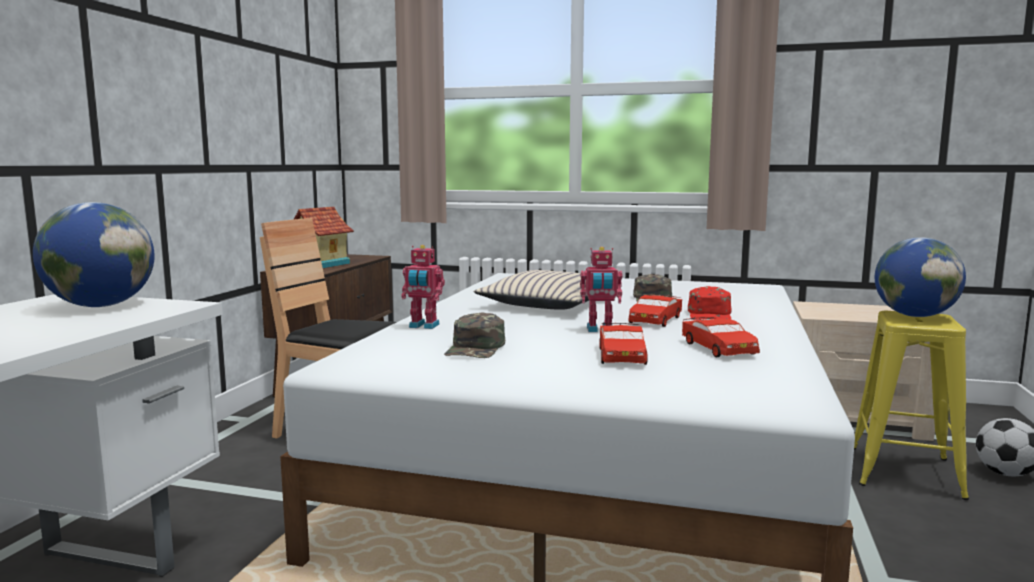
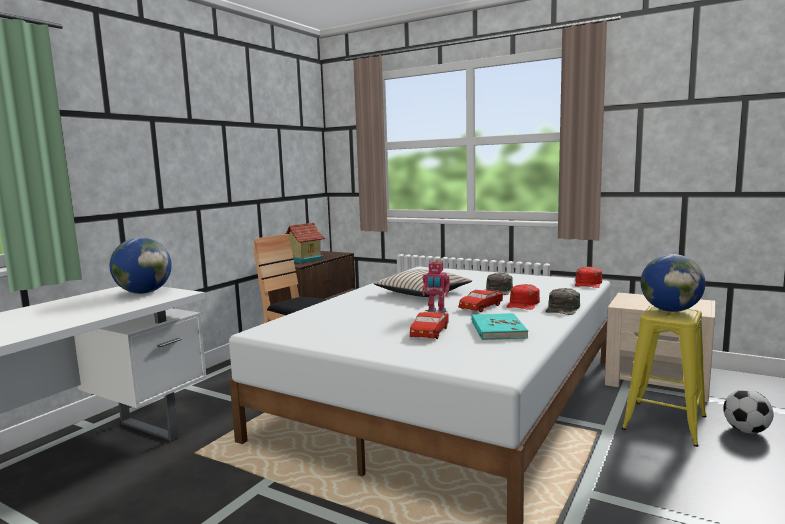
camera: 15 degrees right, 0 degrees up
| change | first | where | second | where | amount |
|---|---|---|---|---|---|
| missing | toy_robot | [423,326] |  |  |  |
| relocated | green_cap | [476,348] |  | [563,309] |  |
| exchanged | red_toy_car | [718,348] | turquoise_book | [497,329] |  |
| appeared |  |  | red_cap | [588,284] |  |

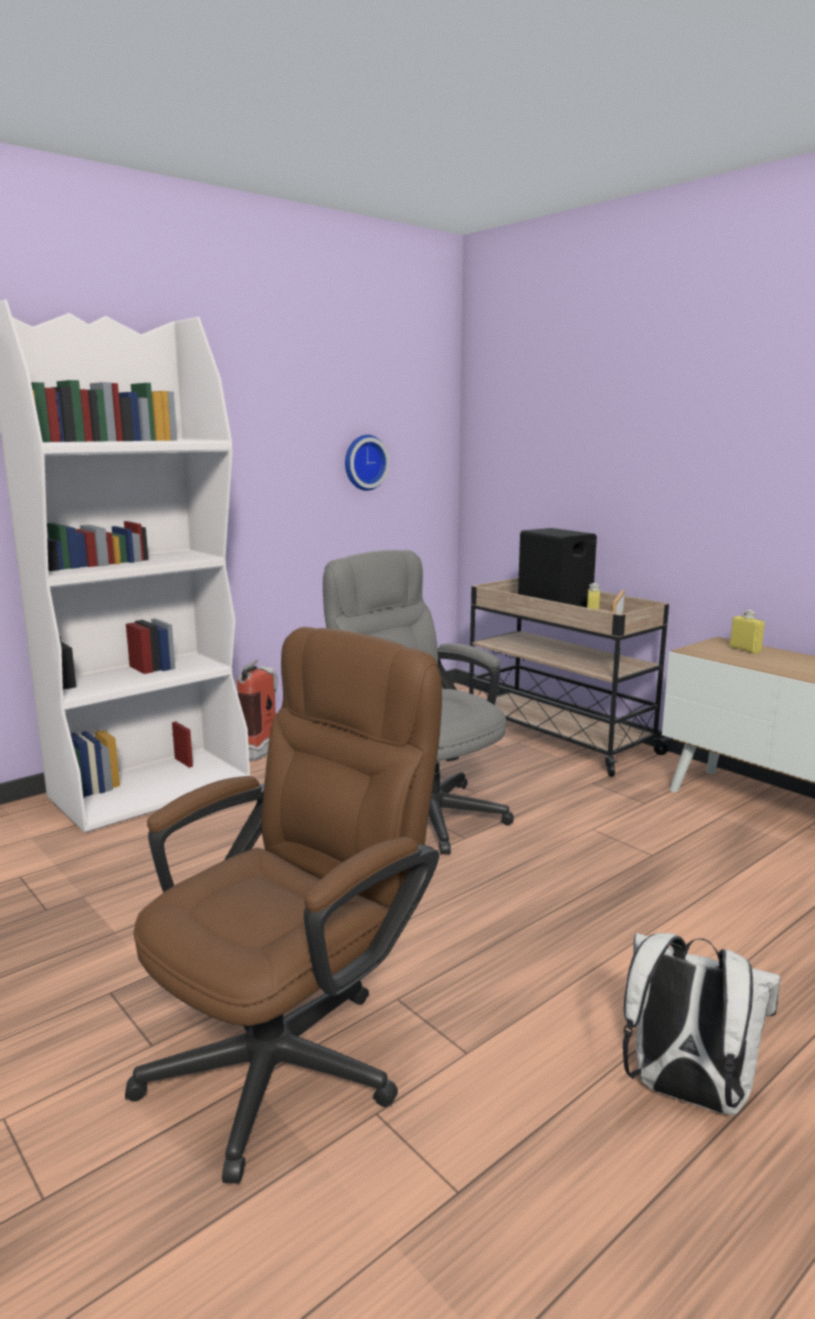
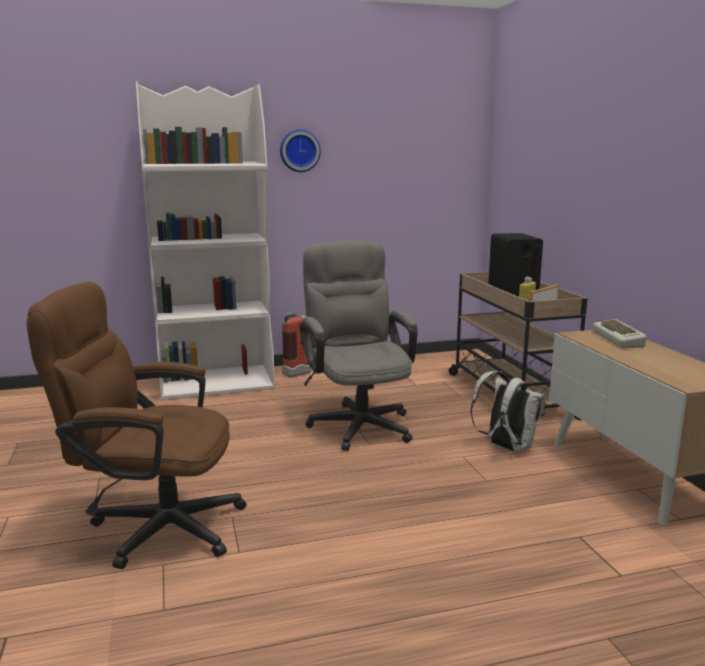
camera: 25 degrees right, 0 degrees up
| change | first | where | second | where | amount |
|---|---|---|---|---|---|
| spun | brown_office_chair | [293,1052] |  | [154,526] | 150 degrees counterclockwise |
| relocated | wall_clock | [364,462] |  | [299,151] |  |
| relocated | white_backpack | [685,1093] |  | [506,447] |  |
| exchanged | yellow_bottle | [745,650] | keyboard | [619,339] |  |

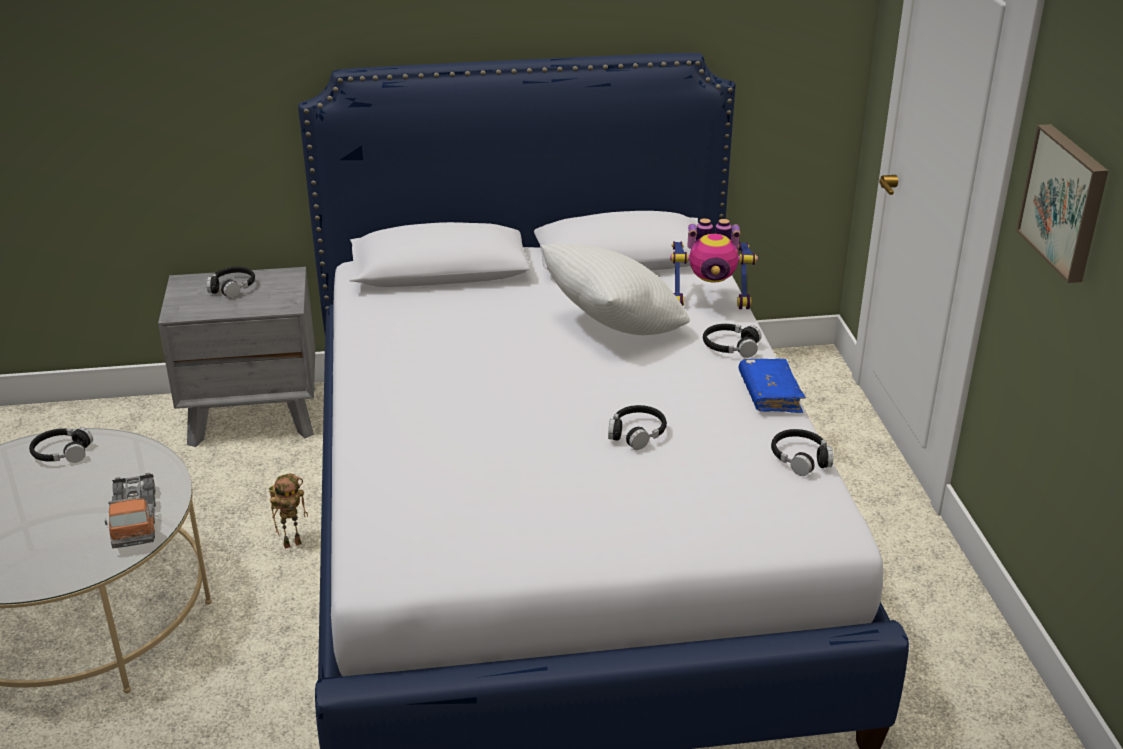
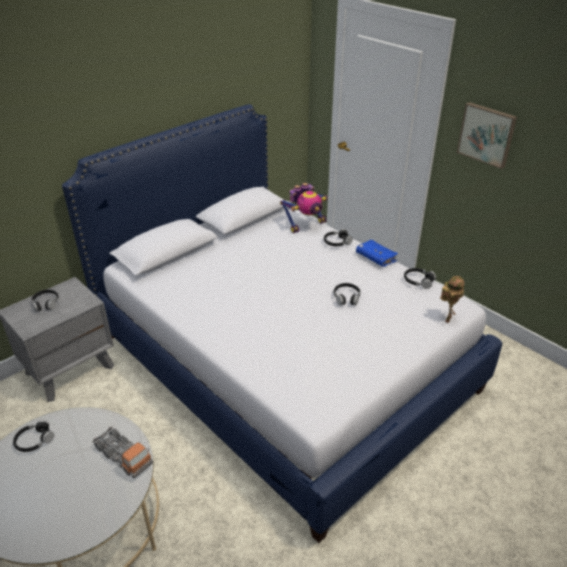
camera: 35 degrees left, 5 degrees up
| change | first | where | second | where | amount |
|---|---|---|---|---|---|
| relocated | toy_robot | [293,542] |  | [447,318] |  |
| missing | white_pillow | [613,328] |  |  |  |

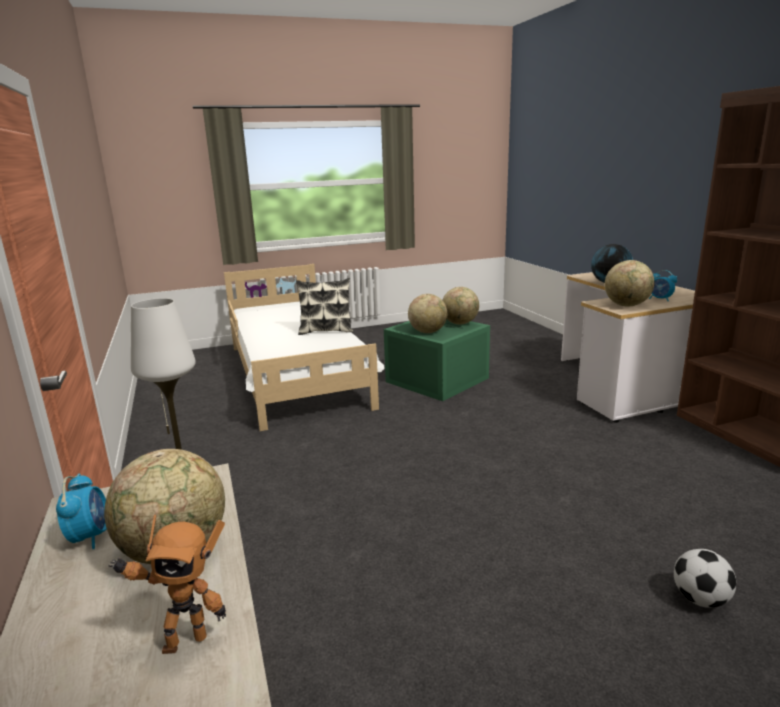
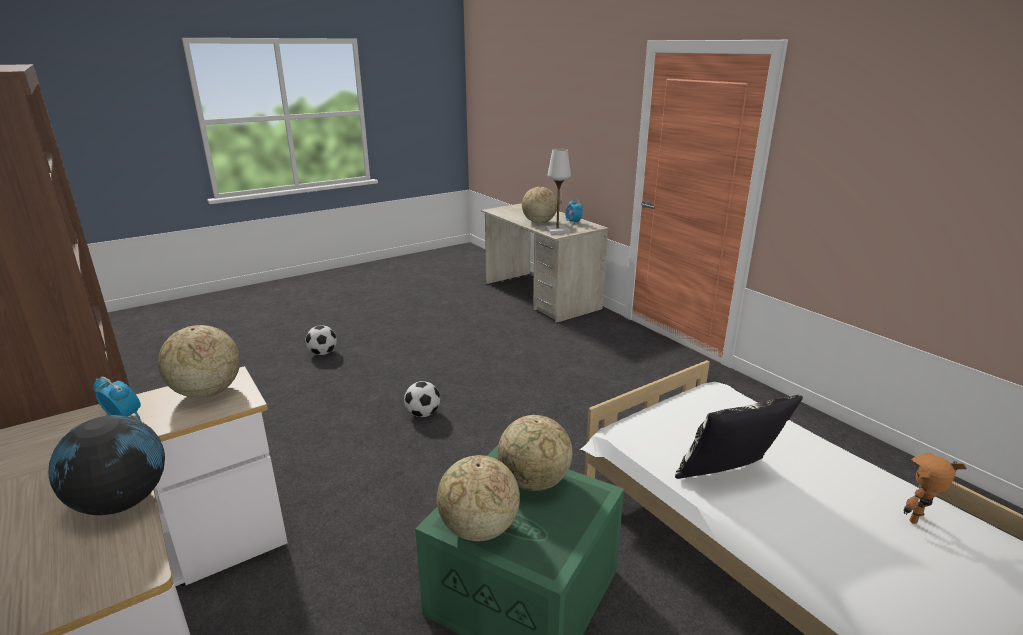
camera: 165 degrees right, 5 degrees up
| change | first | where | second | where | amount |
|---|---|---|---|---|---|
| relocated | toy_robot | [184,640] |  | [920,520] |  |
| appeared |  |  | football | [423,414] |  |

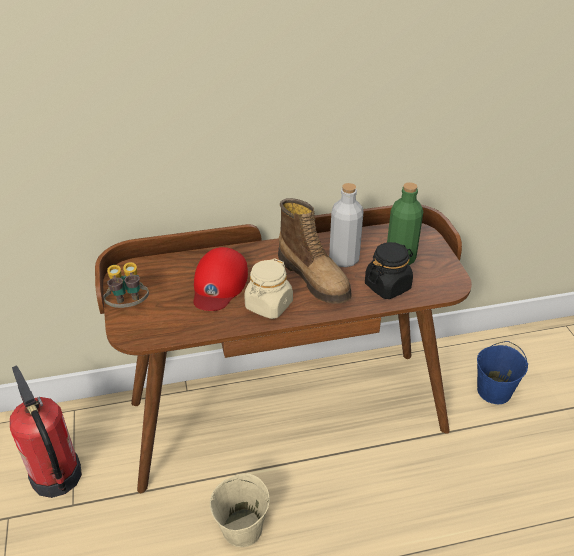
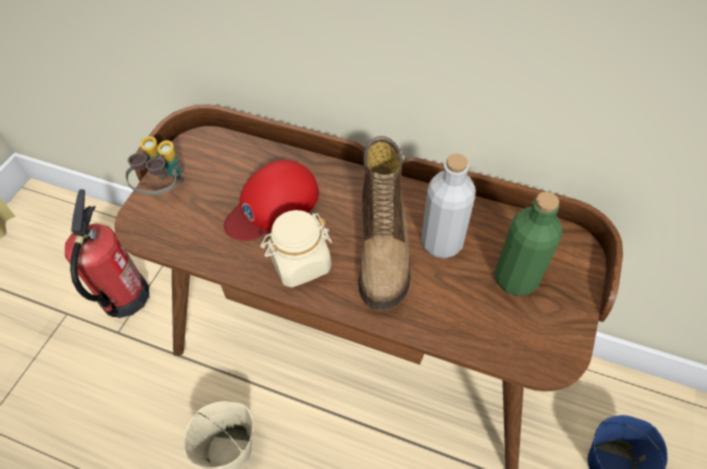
camera: 35 degrees right, 15 degrees up
| change | first | where | second | where | amount |
|---|---|---|---|---|---|
| missing | black_jar | [387,286] |  |  |  |

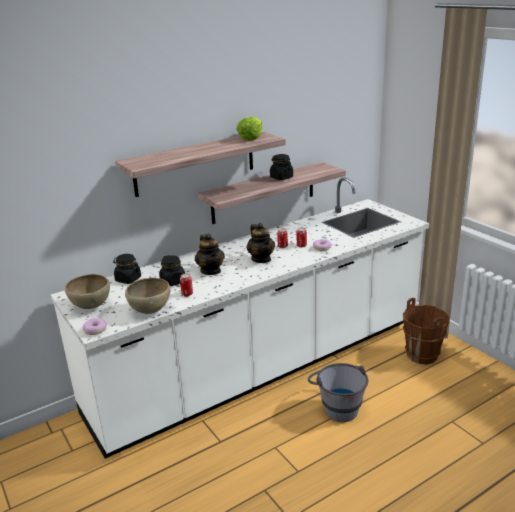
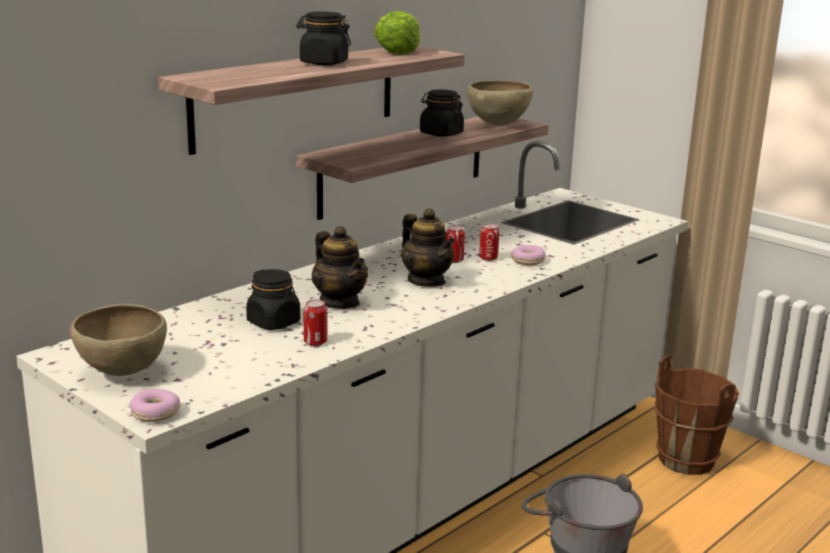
camera: 15 degrees left, 5 degrees down
| change | first | where | second | where | amount |
|---|---|---|---|---|---|
| relocated | black_jar | [128,279] |  | [323,63] |  |
| relocated | brown_bowl | [150,311] |  | [498,125] |  |

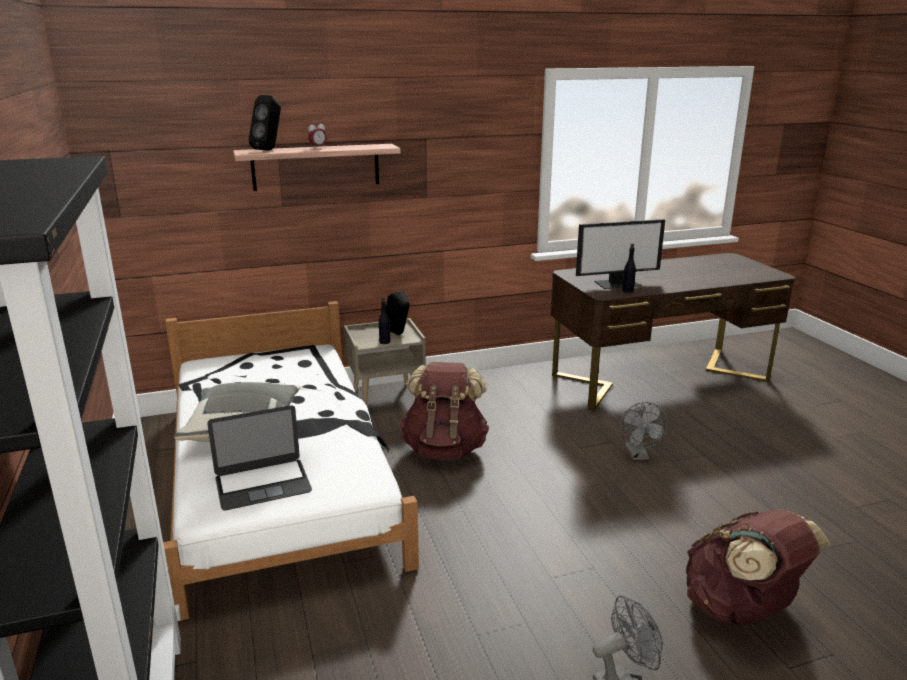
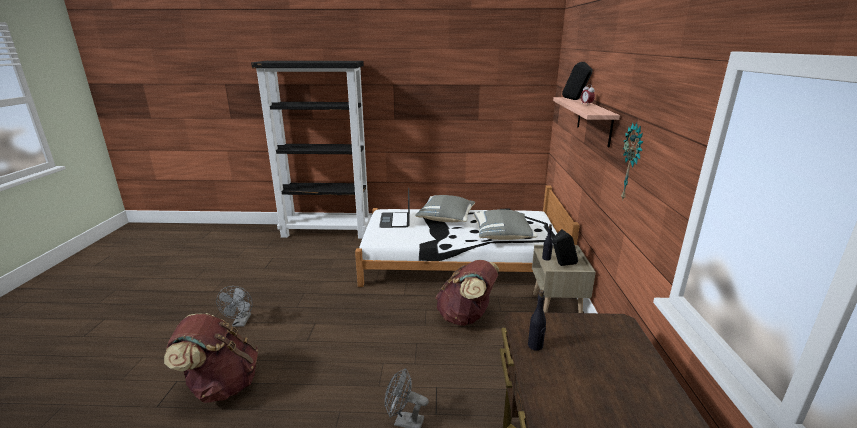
camera: 110 degrees right, 0 degrees up
| change | first | where | second | where | amount |
|---|---|---|---|---|---|
| missing | monitor | [617,283] |  |  |  |
| appeared |  |  | grey_pillow | [502,236] |  |
| appeared |  |  | wall_clock | [633,163] |  |

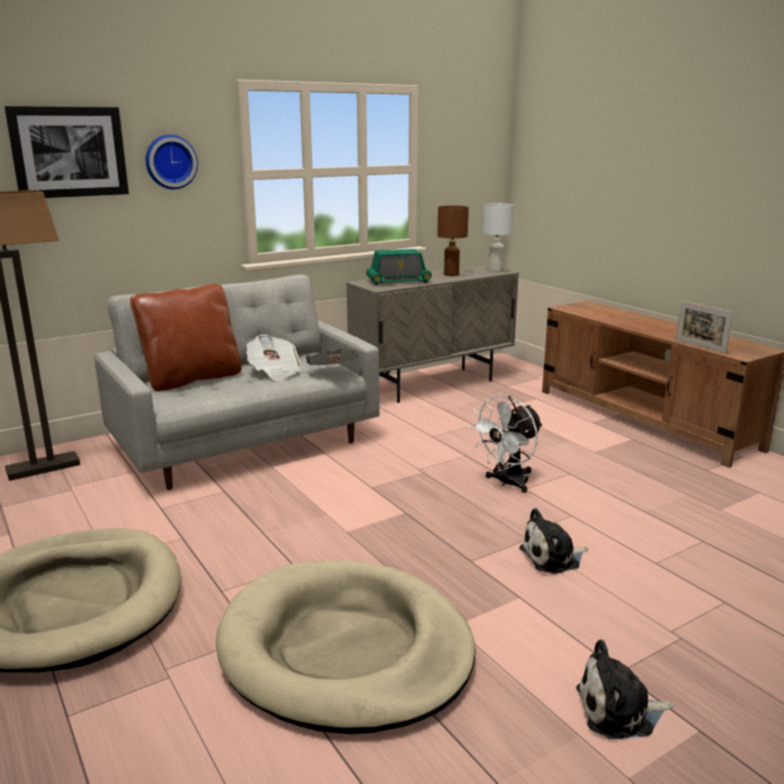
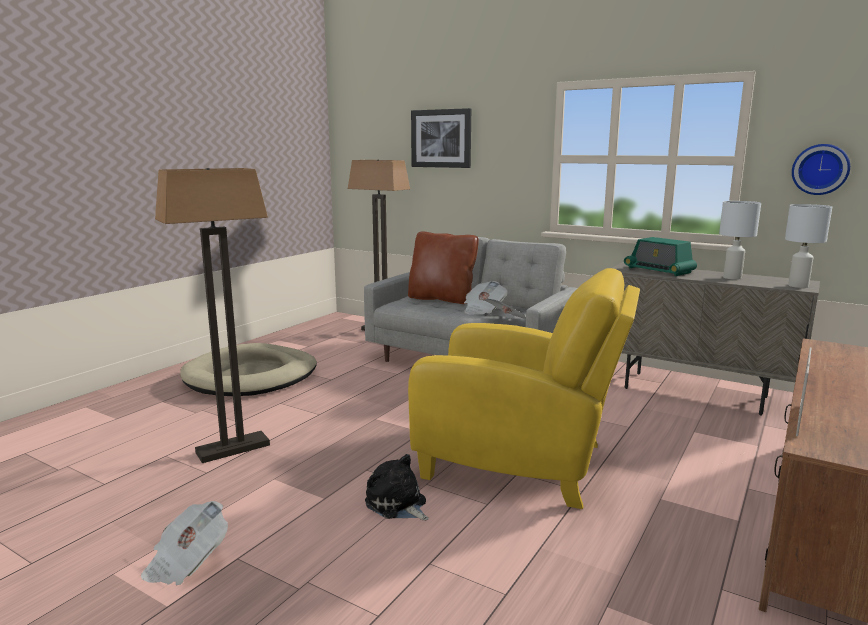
camera: 65 degrees right, 5 degrees down
| change | first | where | second | where | amount |
|---|---|---|---|---|---|
| relocated | wall_clock | [170,162] |  | [820,169] |  |
| exchanged | beige_dog_bed | [345,650] | floor_lamp | [232,449] |  |
| colour | brown_table_lamp | [451,274] | white_table_lamp | [733,278] |  |
| exchanged | white_fan | [507,483] | yellow_armchair | [520,463] |  |
| exchanged | plush_toy | [619,711] | newspaper | [186,562] |  |

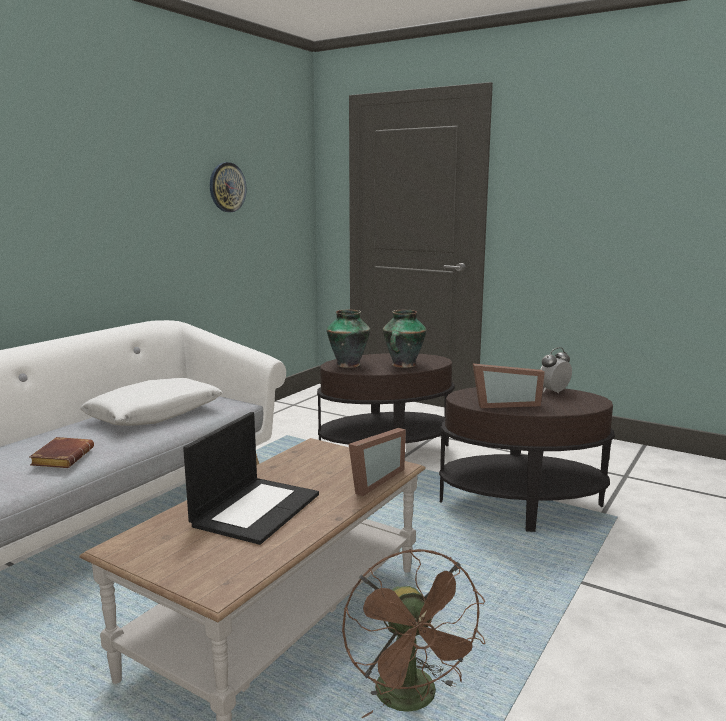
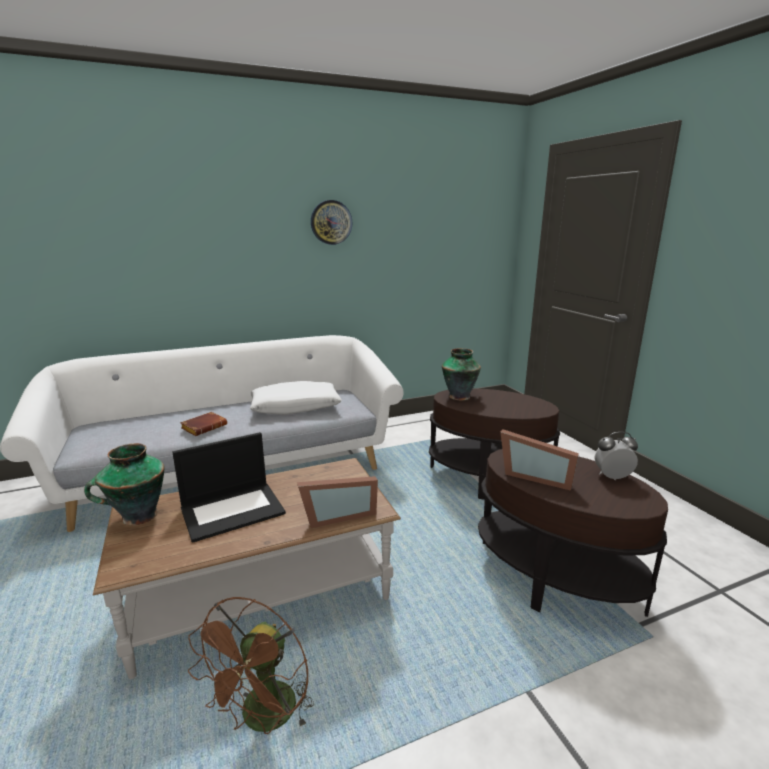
camera: 35 degrees right, 5 degrees up
| change | first | where | second | where | amount |
|---|---|---|---|---|---|
| relocated | wall_clock | [227,187] |  | [331,222] |  |
| relocated | vase | [403,365] |  | [137,516] |  |

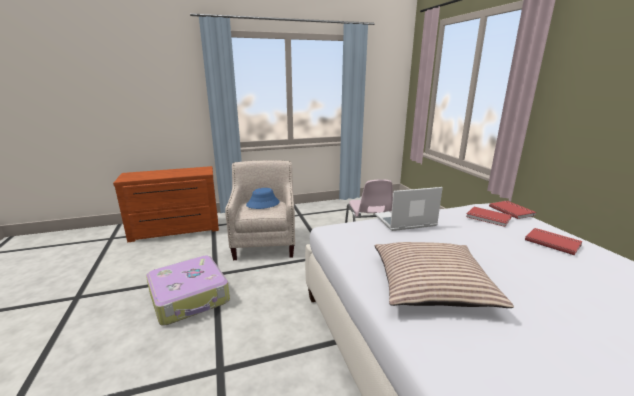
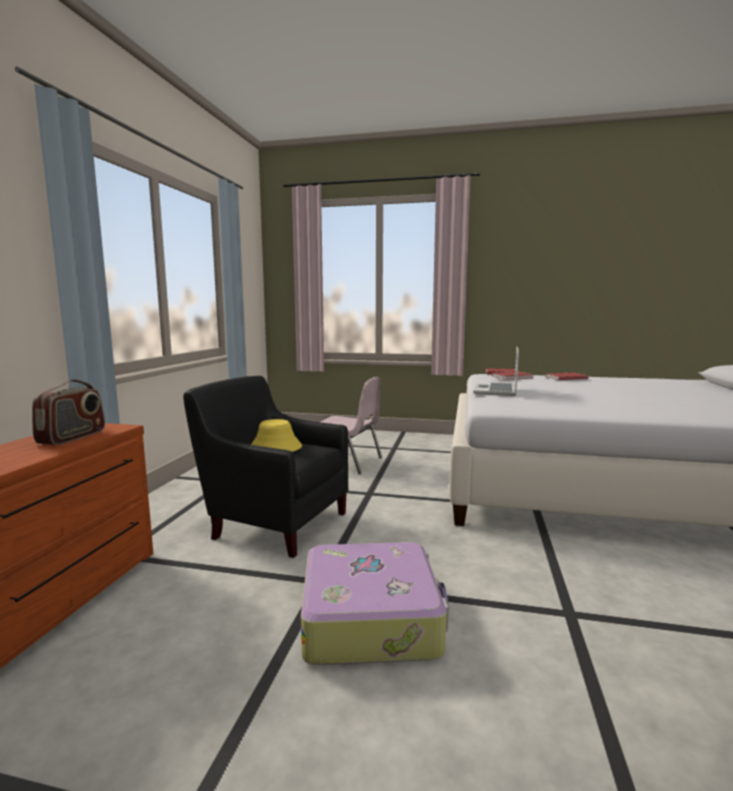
camera: 60 degrees left, 10 degrees down
| change | first | where | second | where | amount |
|---|---|---|---|---|---|
| colour | beige_armchair | [265,243] | black_armchair | [275,522] |  |
| colour | blue_hat | [263,204] | yellow_hat | [275,447] |  |
| missing | pillow | [431,285] |  |  |  |
| appeared |  |  | radio | [72,437] |  |

